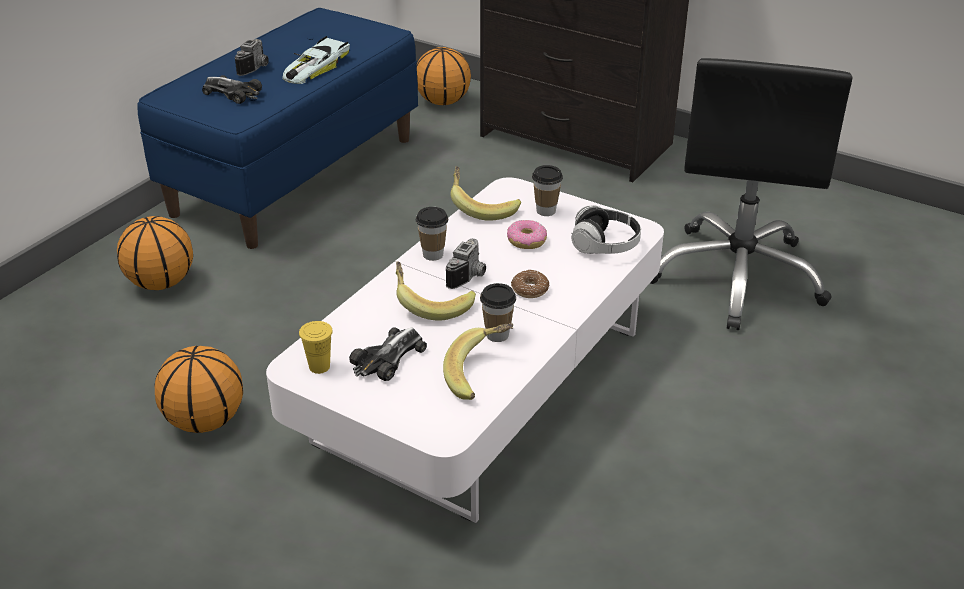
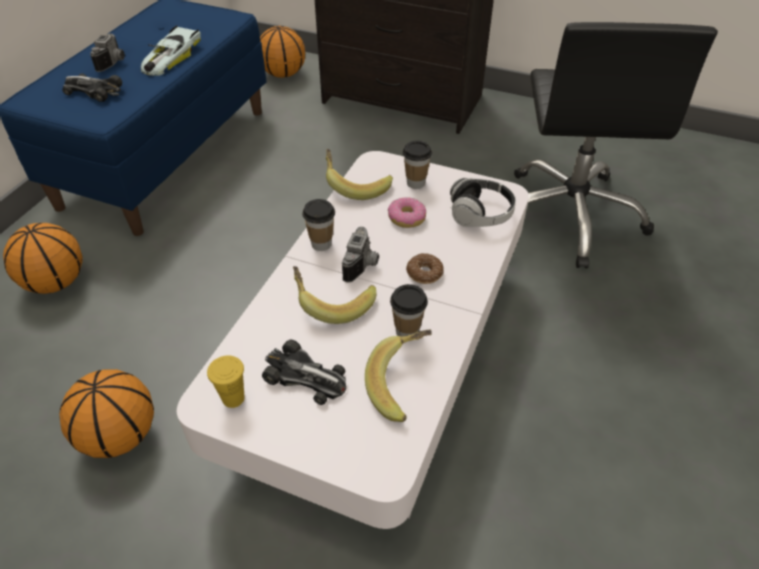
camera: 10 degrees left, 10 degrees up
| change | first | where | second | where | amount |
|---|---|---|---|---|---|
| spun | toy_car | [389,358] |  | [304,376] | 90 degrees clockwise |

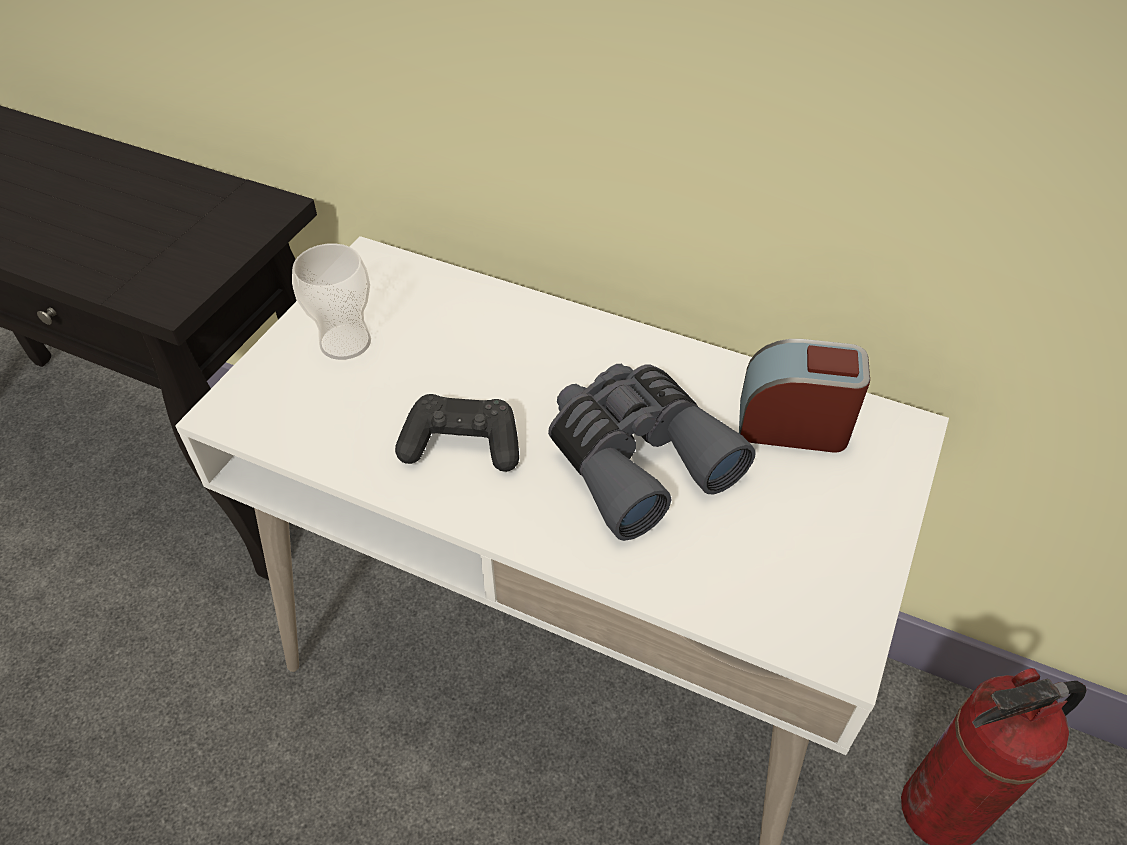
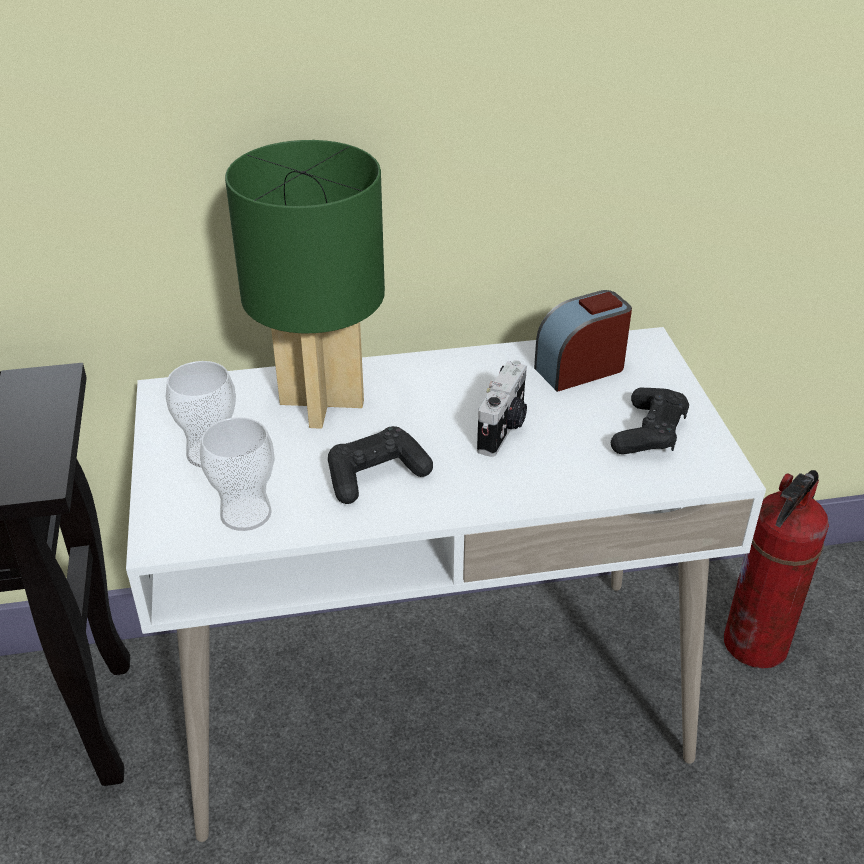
camera: 35 degrees left, 10 degrees down
| change | first | where | second | where | amount |
|---|---|---|---|---|---|
| exchanged | grey_binoculars | [636,458] | photo_camera | [503,429] |  |
| appeared |  |  | cup | [246,513] |  |
| appeared |  |  | green_table_lamp | [320,403] |  |
| appeared |  |  | black_game_controller | [649,433] |  |

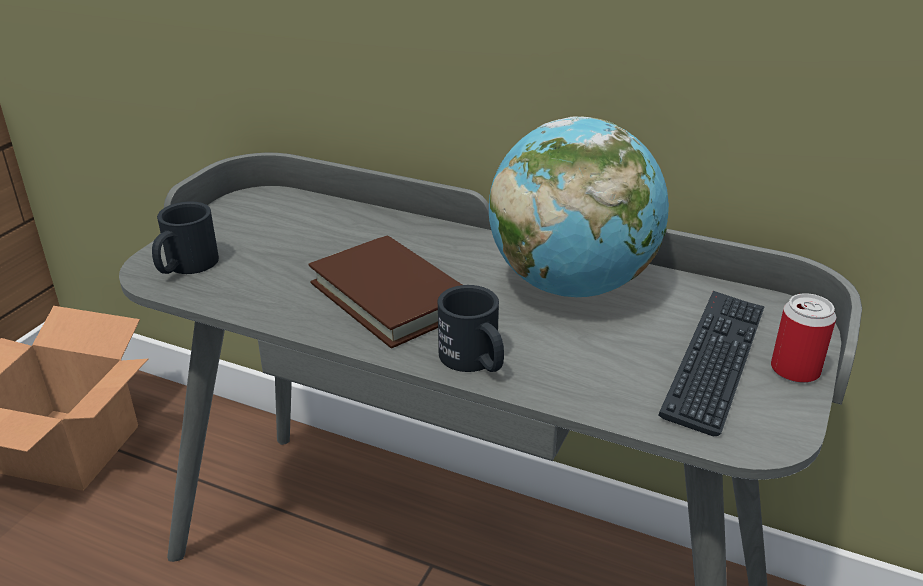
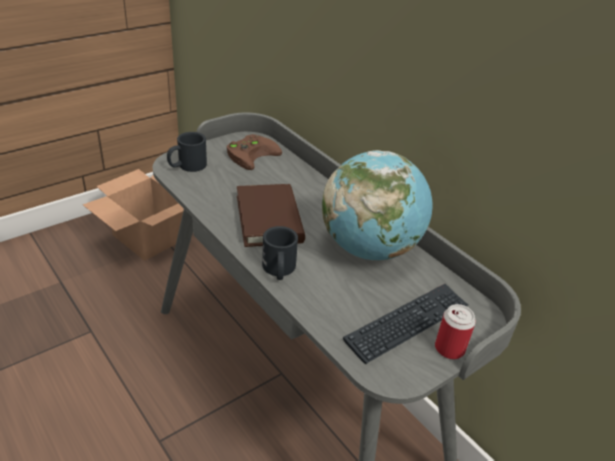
camera: 25 degrees right, 5 degrees up
| change | first | where | second | where | amount |
|---|---|---|---|---|---|
| appeared |  |  | brown_game_controller | [252,153] |  |

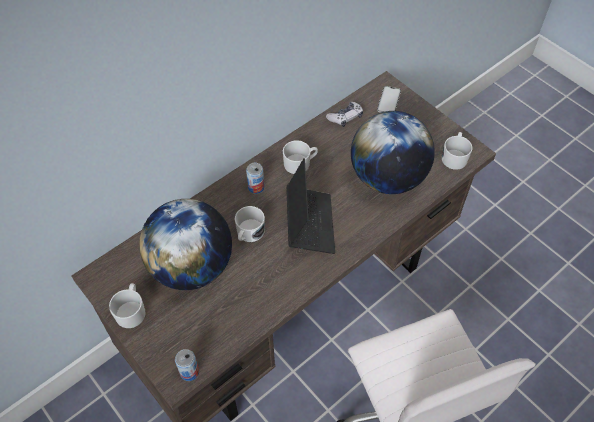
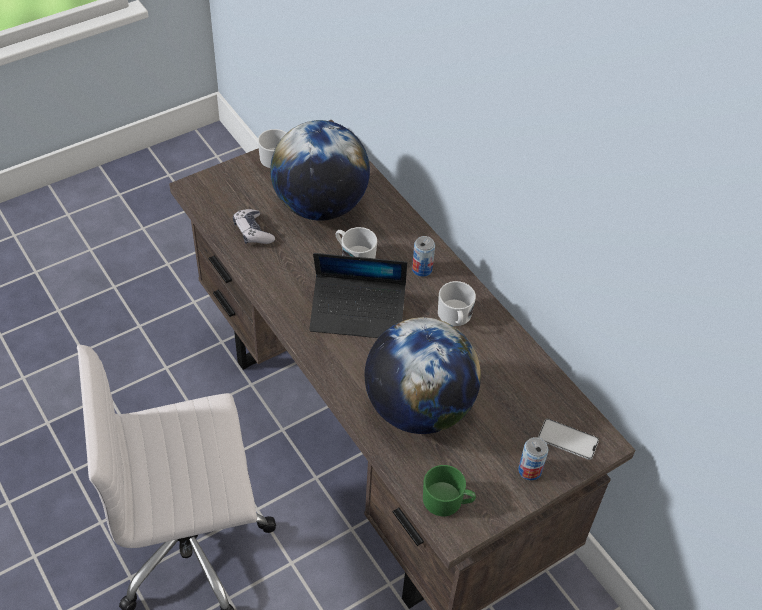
camera: 95 degrees right, 5 degrees down
| change | first | where | second | where | amount |
|---|---|---|---|---|---|
| relocated | can | [189,372] |  | [530,470] |  |
| relocated | game_controller | [345,117] |  | [253,232] |  |
| colour | white_mug | [454,157] | green_mug | [447,501] |  |

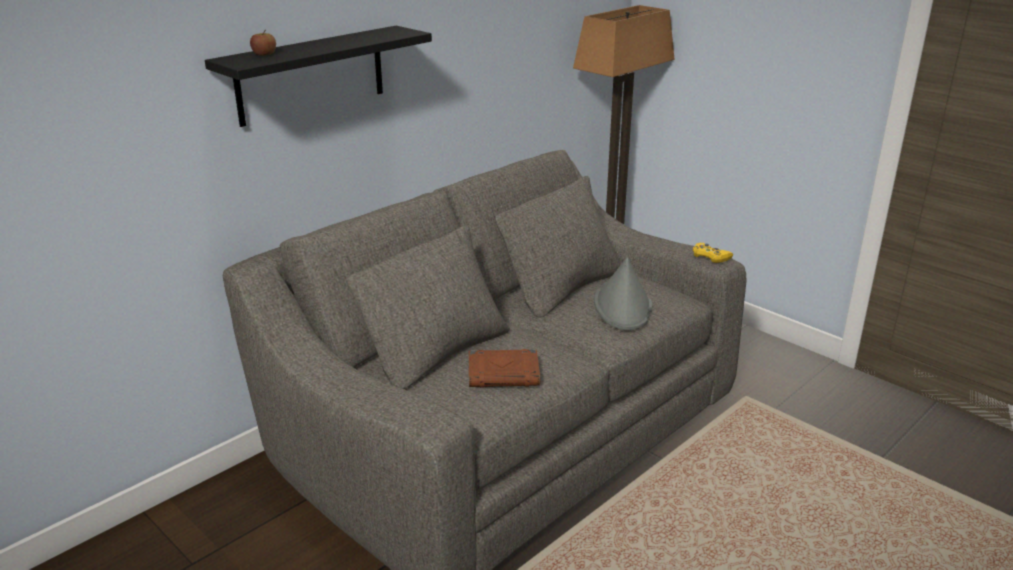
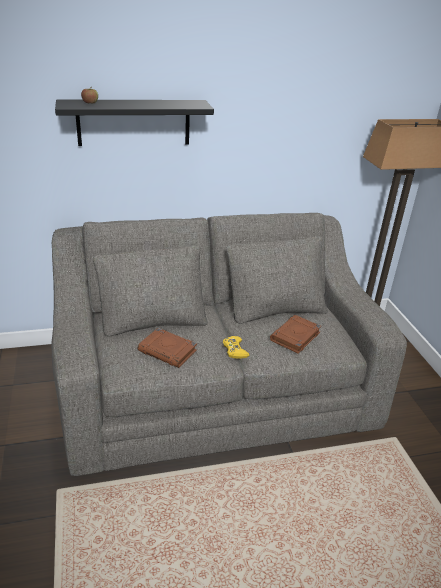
camera: 30 degrees right, 5 degrees up
| change | first | where | second | where | amount |
|---|---|---|---|---|---|
| exchanged | grey_hat | [623,306] | brown_book | [295,337] |  |
| relocated | yellow_game_controller | [710,256] |  | [235,350] |  |

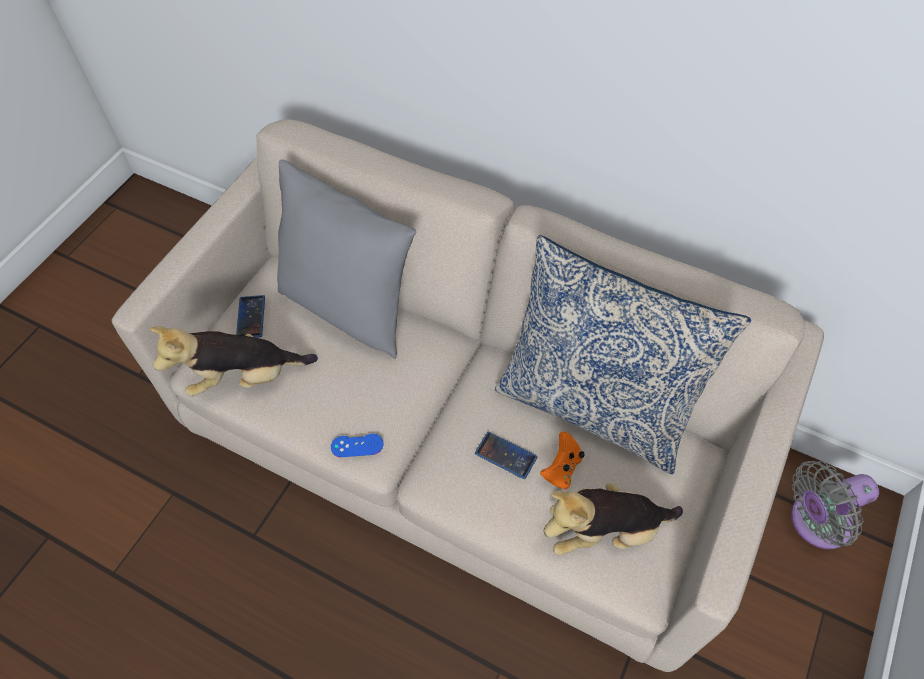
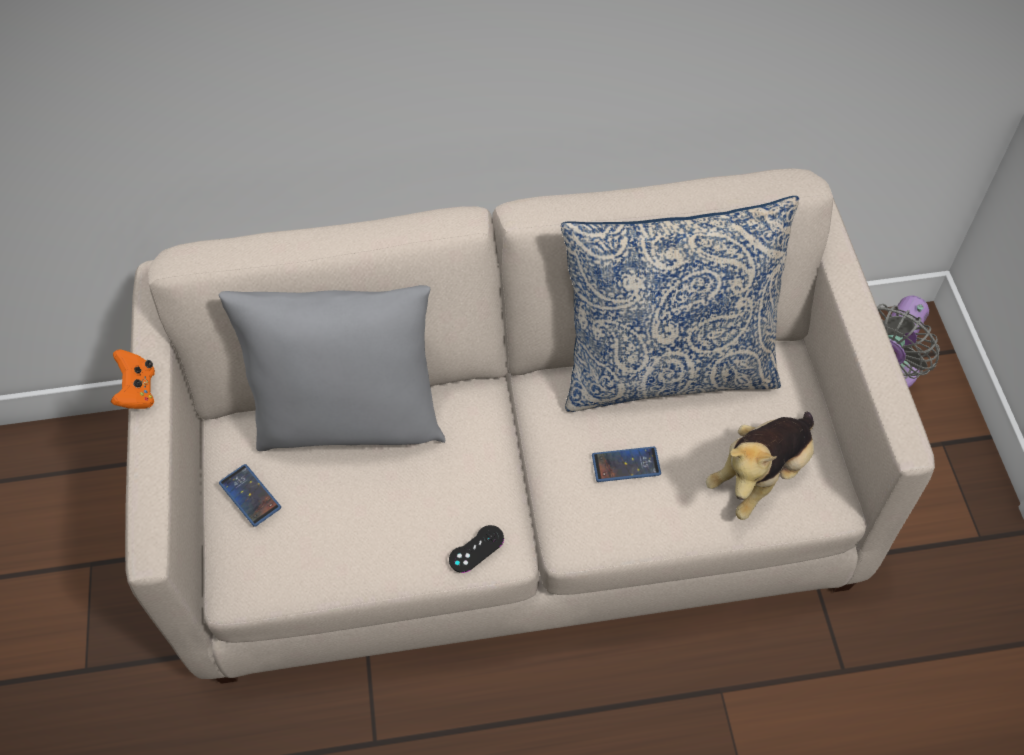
camera: 35 degrees left, 0 degrees up
| change | first | where | second | where | amount |
|---|---|---|---|---|---|
| missing | plush_toy | [244,377] |  |  |  |
| colour | blue_game_controller | [357,445] | black_game_controller | [476,549] |  |
| relocated | orange_game_controller | [561,468] |  | [138,391] |  |

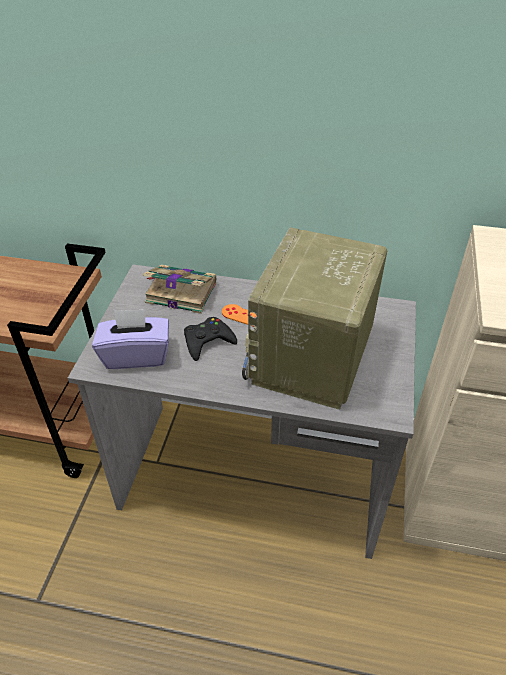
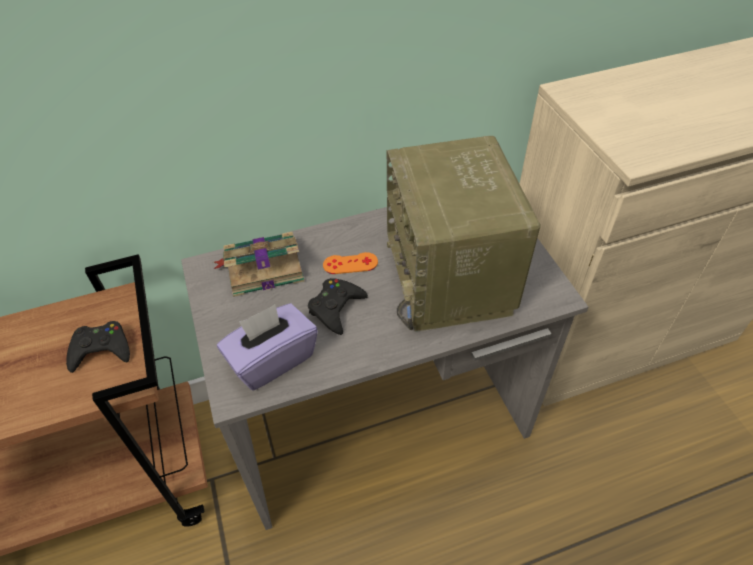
camera: 30 degrees left, 5 degrees up
| change | first | where | second | where | amount |
|---|---|---|---|---|---|
| appeared |  |  | black_game_controller | [101,350] |  |

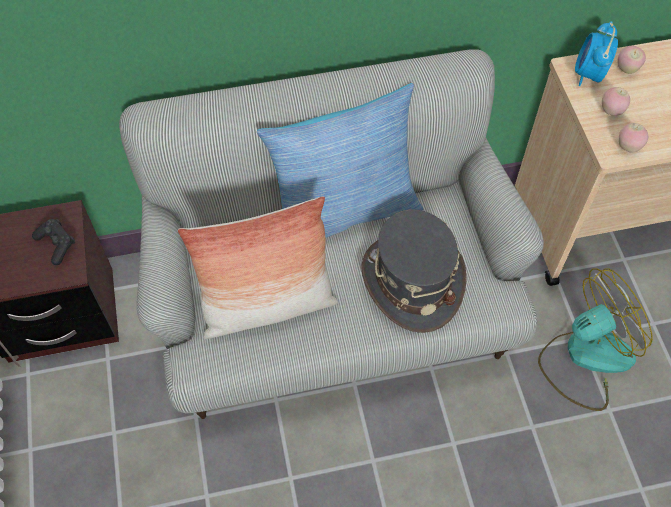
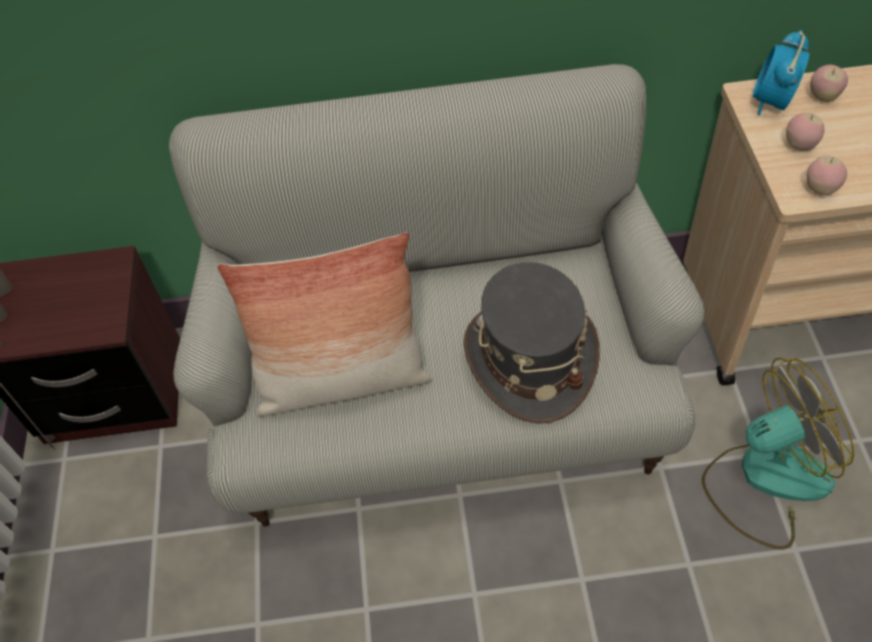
camera: 10 degrees right, 5 degrees down
| change | first | where | second | where | amount |
|---|---|---|---|---|---|
| missing | black_game_controller | [57,244] |  |  |  |
| missing | pillow | [344,213] |  |  |  |

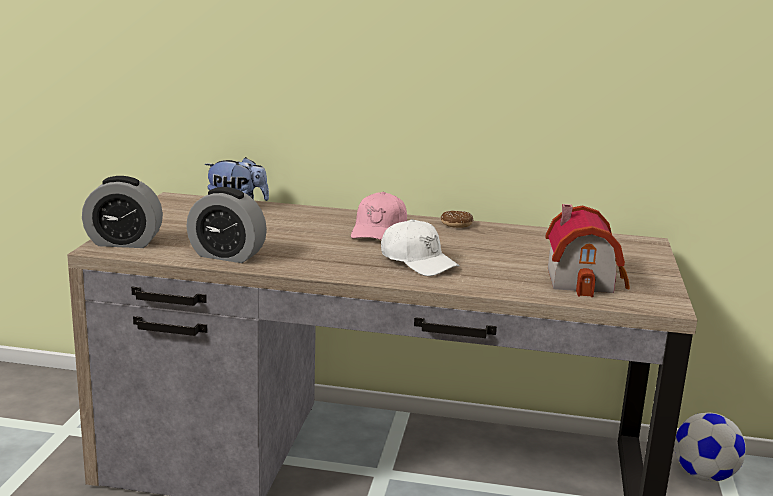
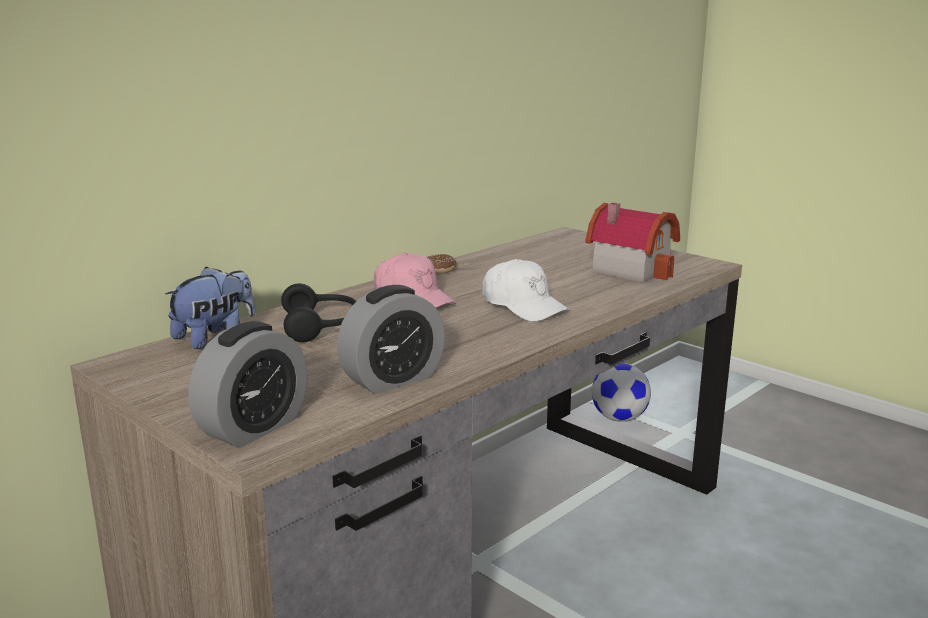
camera: 55 degrees left, 0 degrees up
| change | first | where | second | where | amount |
|---|---|---|---|---|---|
| spun | white_cap | [418,262] |  | [523,306] | 60 degrees clockwise |
| appeared |  |  | black_headphones | [322,326] |  |

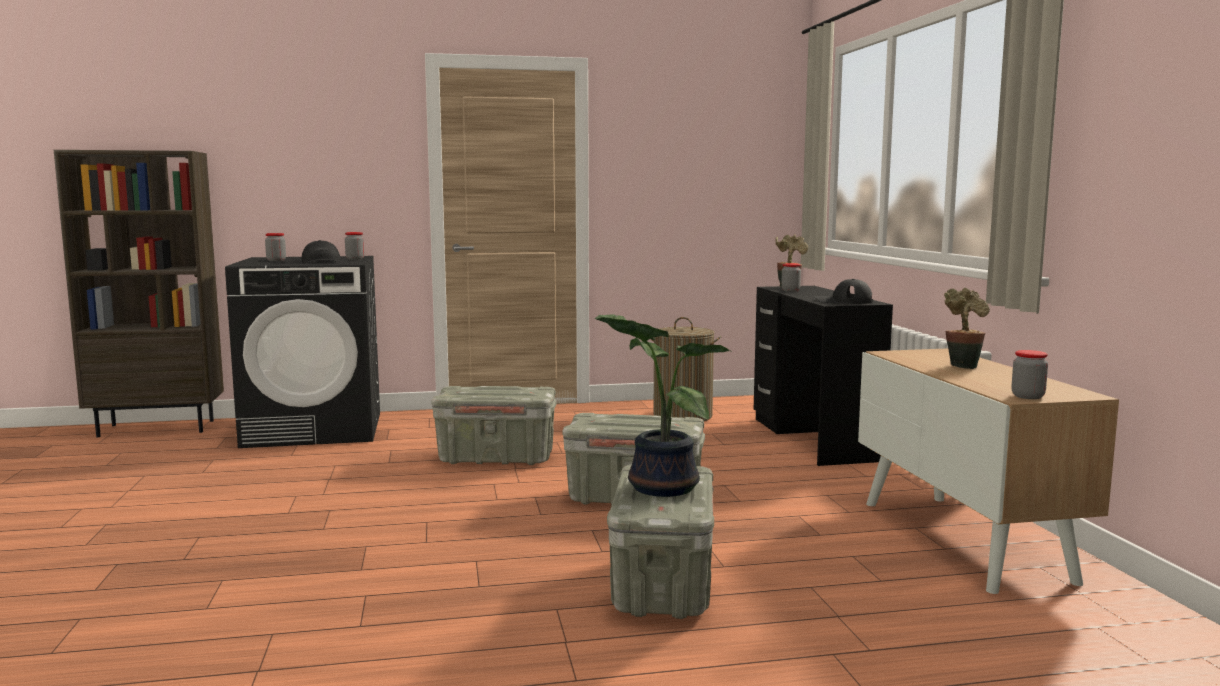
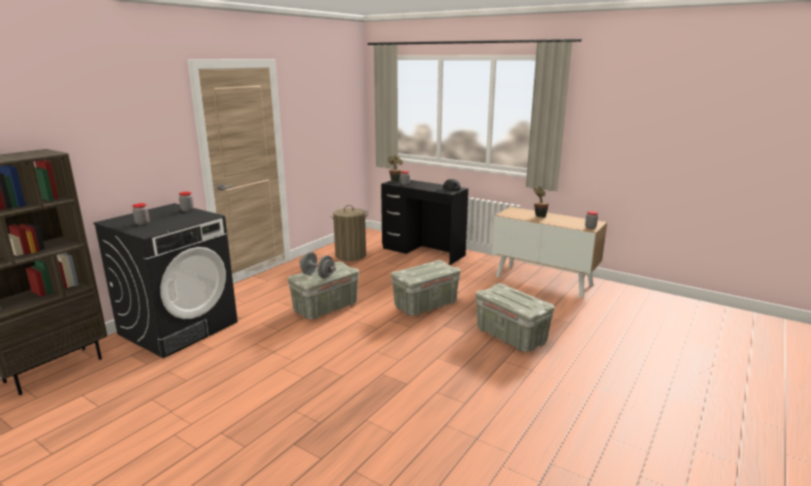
camera: 45 degrees left, 10 degrees up
| change | first | where | second | where | amount |
|---|---|---|---|---|---|
| missing | black_cap | [321,262] |  |  |  |
| missing | potted_plant | [658,487] |  |  |  |
| appeared |  |  | grey_dumbbell | [318,275] |  |

